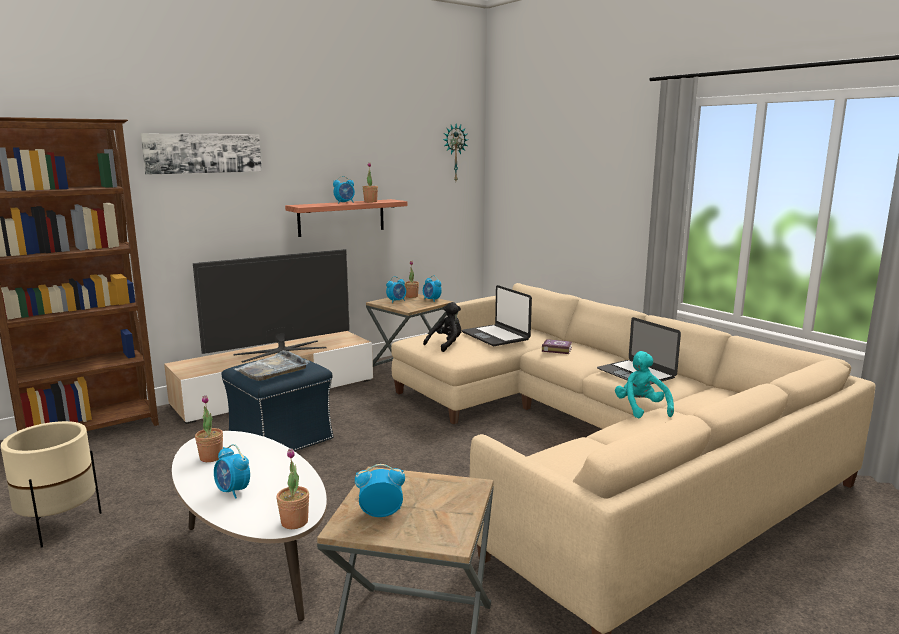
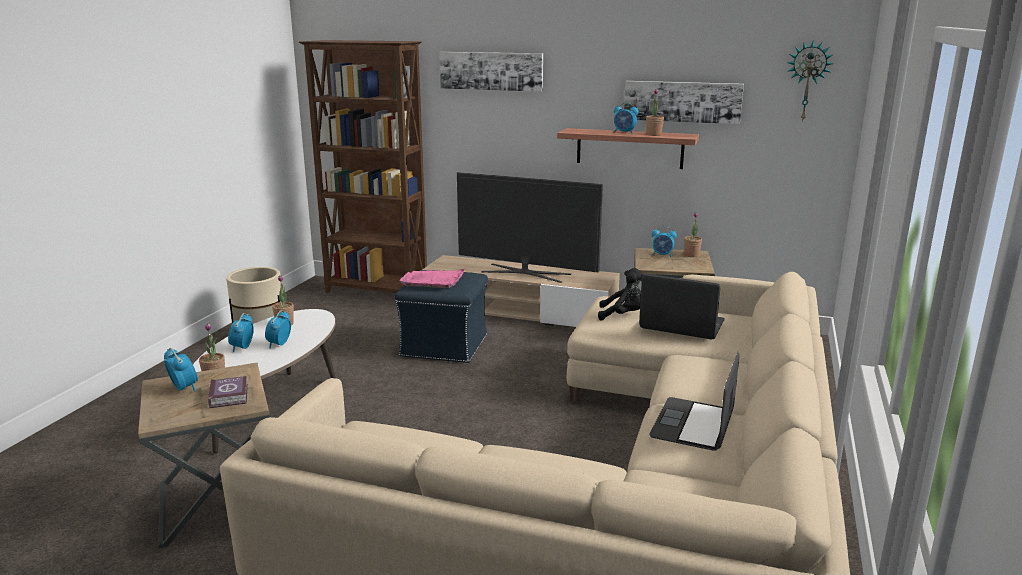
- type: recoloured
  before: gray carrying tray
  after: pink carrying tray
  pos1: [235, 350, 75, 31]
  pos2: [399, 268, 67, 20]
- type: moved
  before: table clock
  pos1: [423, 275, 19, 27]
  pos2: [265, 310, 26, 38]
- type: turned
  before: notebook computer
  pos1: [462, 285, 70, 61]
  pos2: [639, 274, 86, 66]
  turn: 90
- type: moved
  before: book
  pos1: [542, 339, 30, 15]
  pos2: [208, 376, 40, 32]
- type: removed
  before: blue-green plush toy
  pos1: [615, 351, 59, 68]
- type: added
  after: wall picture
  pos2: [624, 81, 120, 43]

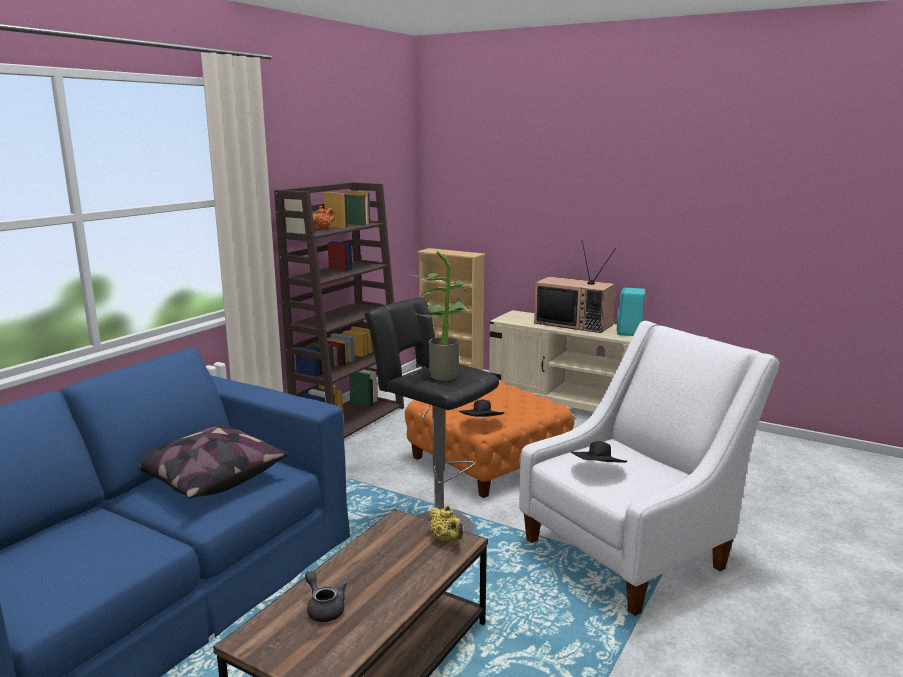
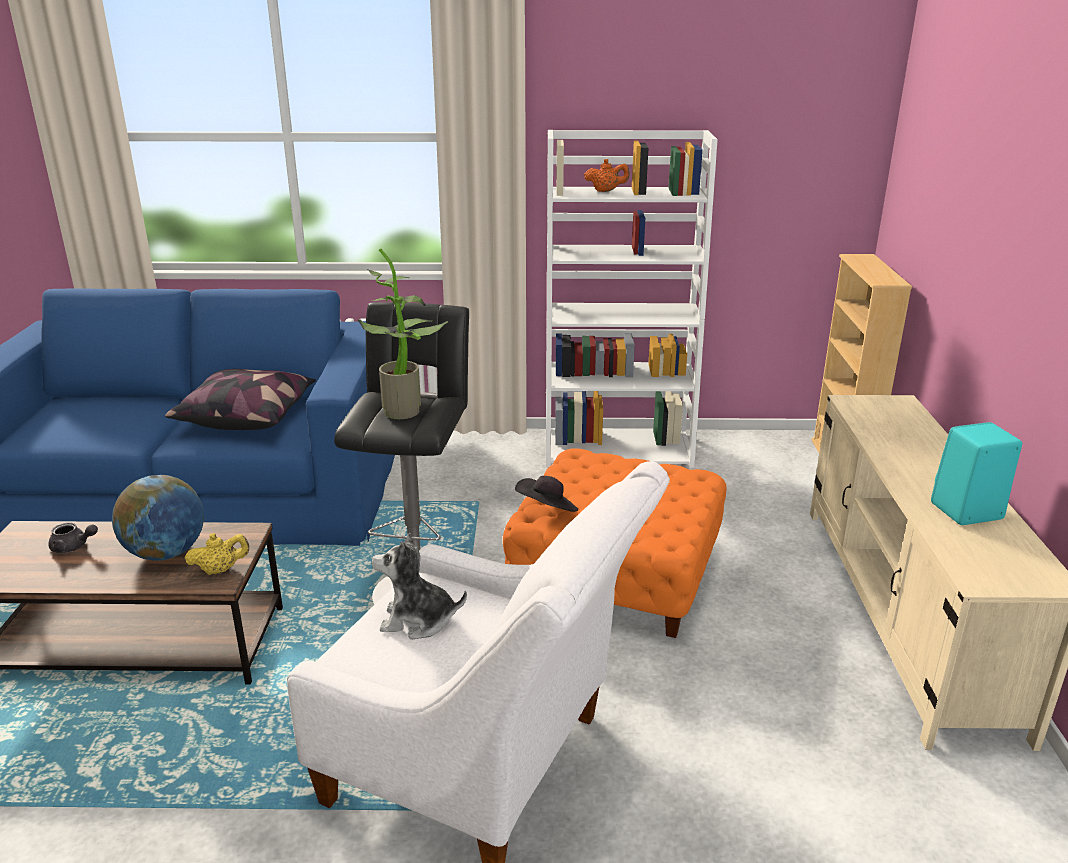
- type: recoloured
  before: brown-coloured bookcase
  after: white-coloured bookcase
  pos1: [274, 182, 130, 257]
  pos2: [546, 130, 172, 338]
- type: turned
  before: gray pot for tea
  pos1: [305, 571, 42, 51]
  pos2: [48, 523, 50, 30]
  turn: 75
- type: turned
  before: yellowish pot for tea
  pos1: [429, 505, 34, 37]
  pos2: [185, 533, 64, 42]
  turn: -135
- type: removed
  before: TV set
  pos1: [534, 241, 82, 92]
- type: replaced
  before: blackish wearable hat
  after: plush toy
  pos1: [571, 441, 56, 22]
  pos2: [372, 533, 95, 106]
- type: added
  after: desk globe
  pos2: [112, 475, 92, 86]

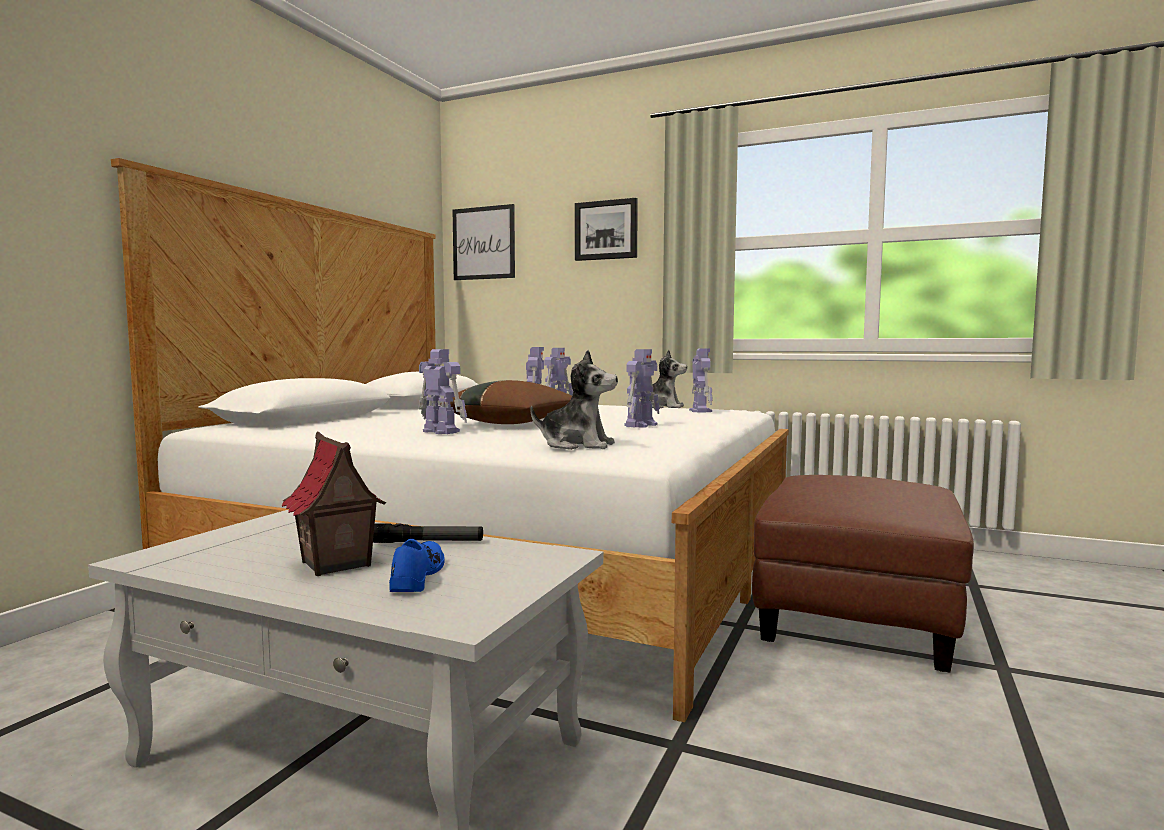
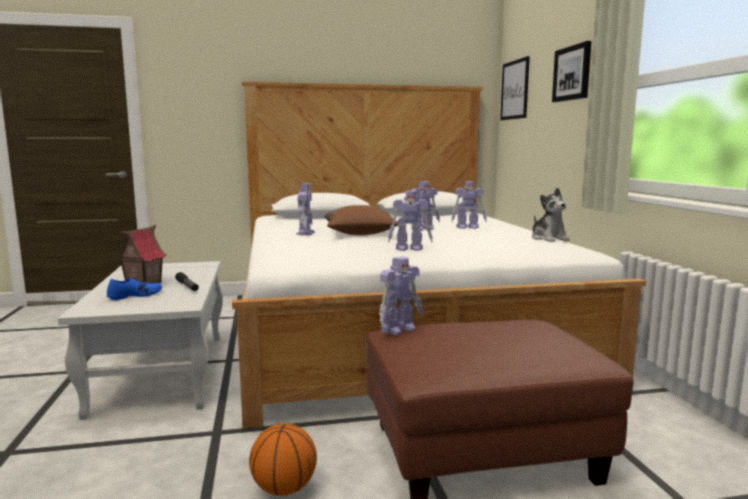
- type: removed
  before: plush toy
  pos1: [530, 350, 88, 100]
- type: moved
  before: toy robot
  pos1: [689, 349, 23, 64]
  pos2: [379, 256, 44, 79]
- type: added
  after: ball for basketball
  pos2: [249, 423, 68, 73]

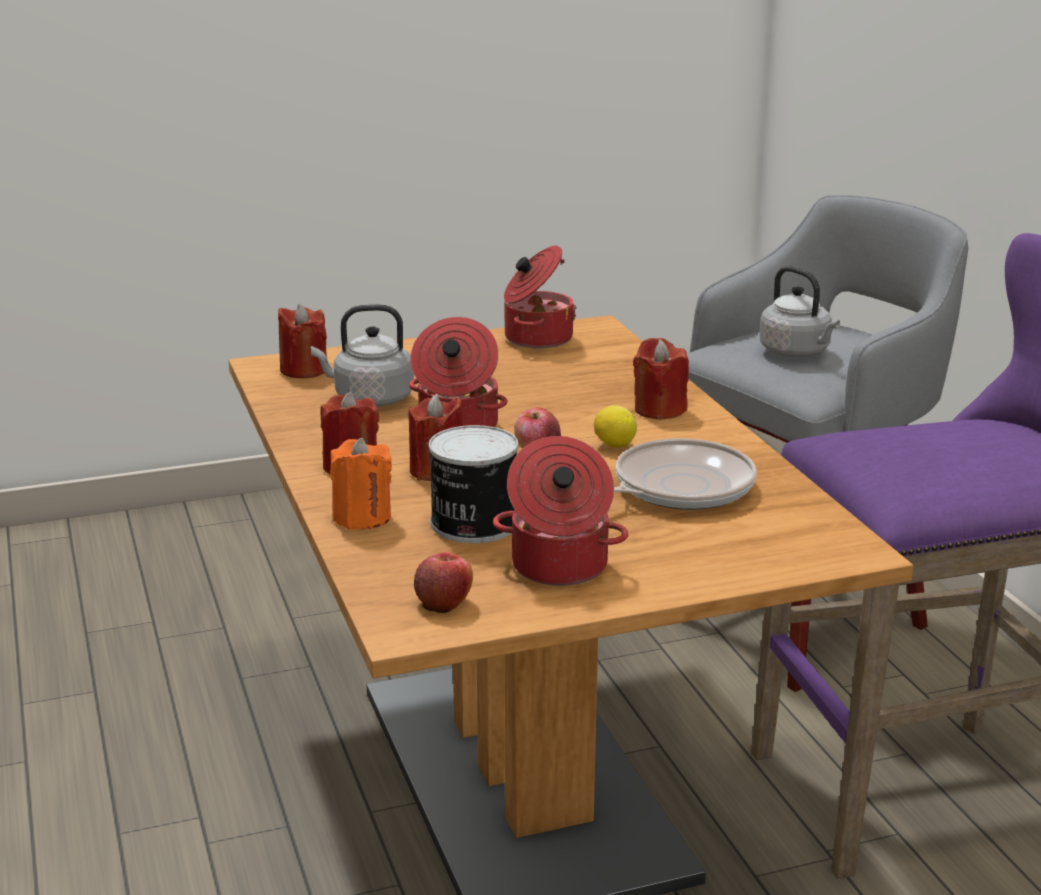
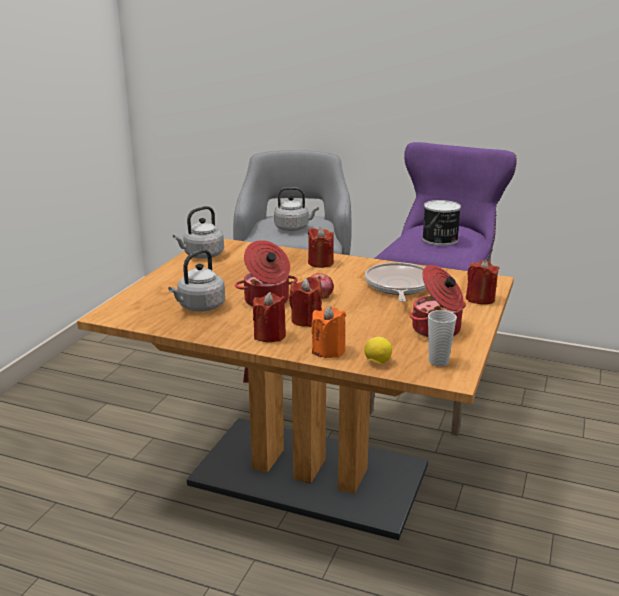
- type: moved
  before: reddish wax light
  pos1: [278, 304, 49, 74]
  pos2: [466, 260, 33, 45]
- type: replaced
  before: whole apple
  after: cup
  pos1: [414, 552, 59, 61]
  pos2: [428, 310, 29, 56]
- type: moved
  before: sealed can
  pos1: [429, 425, 89, 118]
  pos2: [422, 200, 39, 46]
- type: replaced
  before: cooking pot
  after: gray kettle
  pos1: [504, 246, 73, 103]
  pos2: [173, 206, 51, 53]
- type: moved
  before: lemon
  pos1: [594, 405, 43, 43]
  pos2: [364, 337, 28, 27]

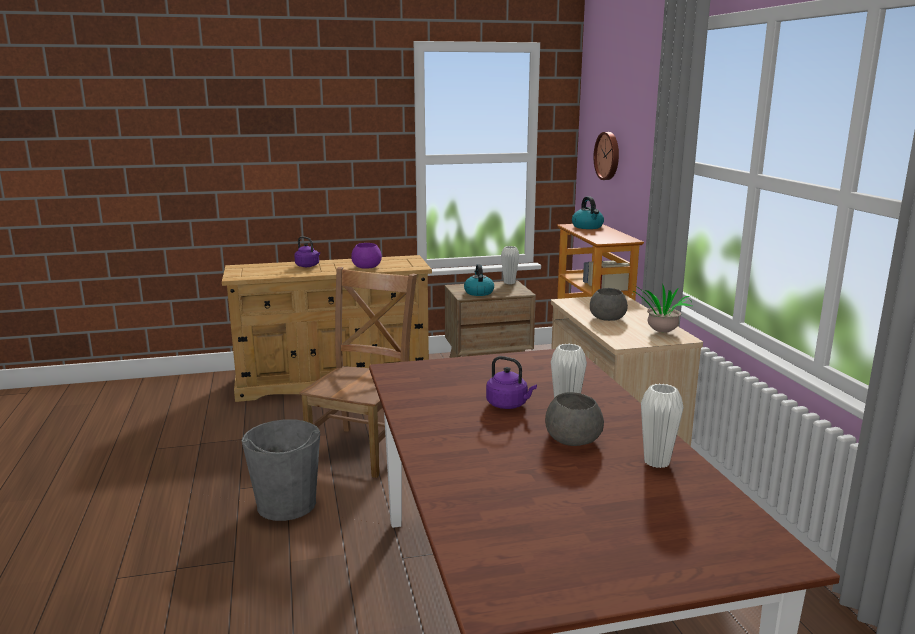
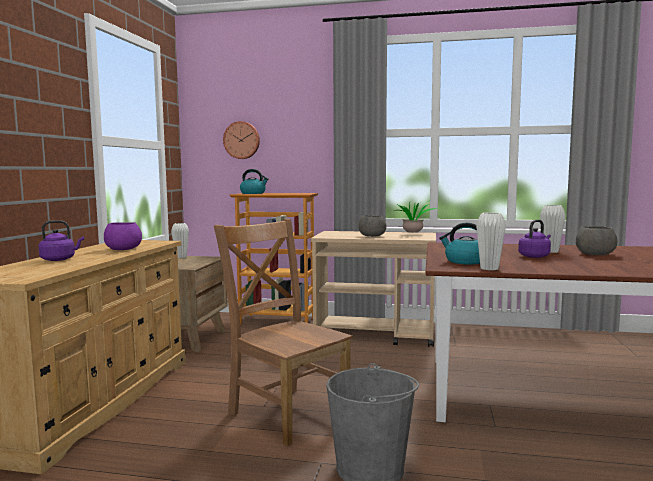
- type: moved
  before: kettle
  pos1: [464, 264, 30, 32]
  pos2: [439, 223, 41, 41]
- type: moved
  before: white-coloured flower vase
  pos1: [641, 384, 43, 84]
  pos2: [476, 212, 30, 58]

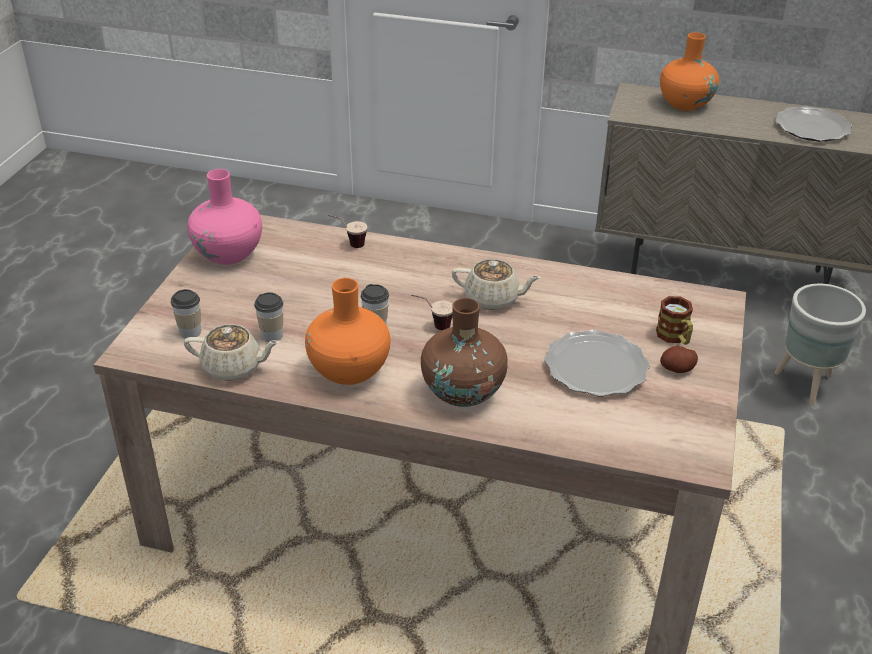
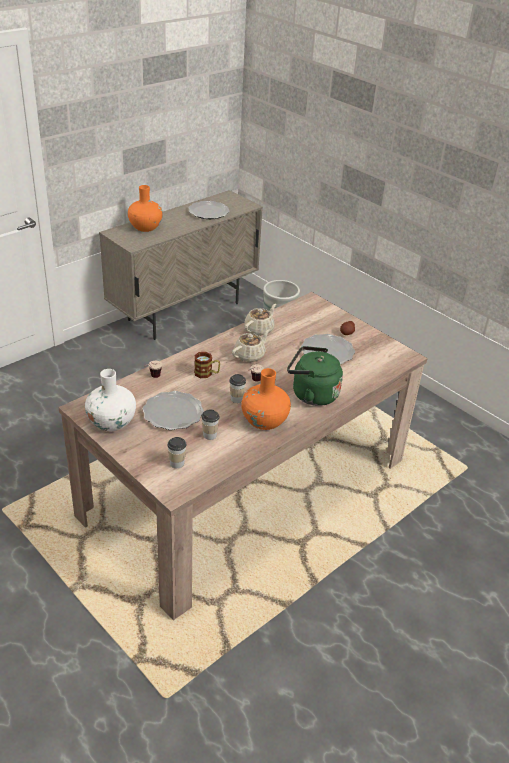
- type: moved
  before: beige pot for tea
  pos1: [184, 324, 95, 57]
  pos2: [244, 304, 32, 32]
- type: recoloured
  before: pink flower vase
  after: white-coloured flower vase
  pos1: [187, 169, 75, 96]
  pos2: [85, 369, 51, 62]
- type: replaced
  before: brown-coloured flower vase
  after: green kettle
  pos1: [421, 298, 87, 109]
  pos2: [287, 346, 56, 60]
- type: moved
  before: mug
  pos1: [656, 296, 37, 49]
  pos2: [194, 352, 26, 26]
- type: added
  after: flat dish
  pos2: [142, 391, 62, 39]

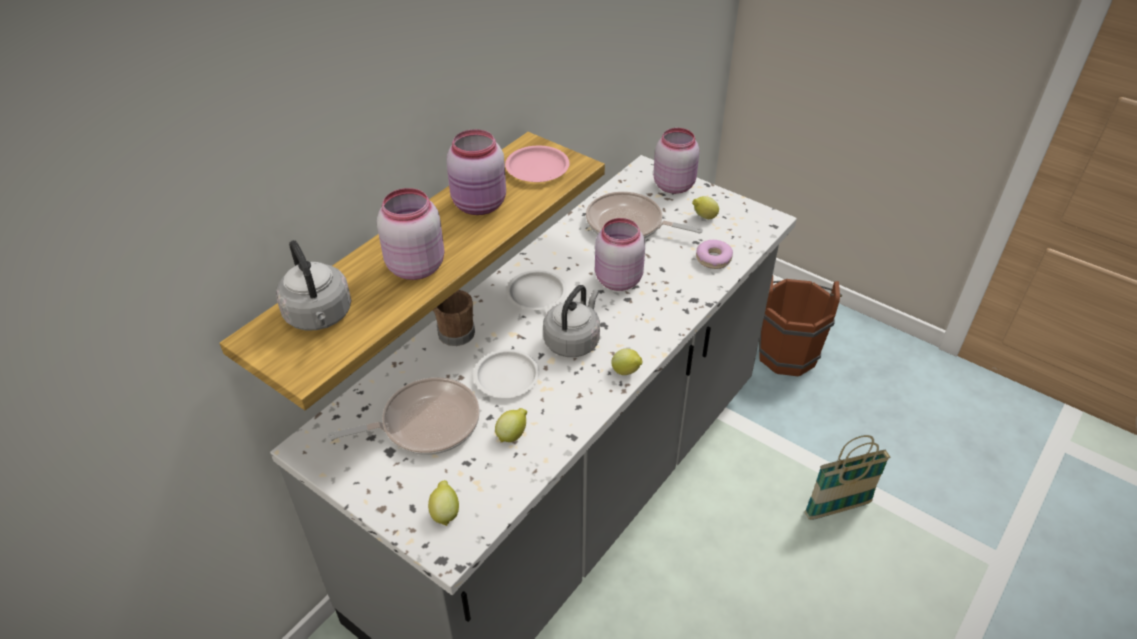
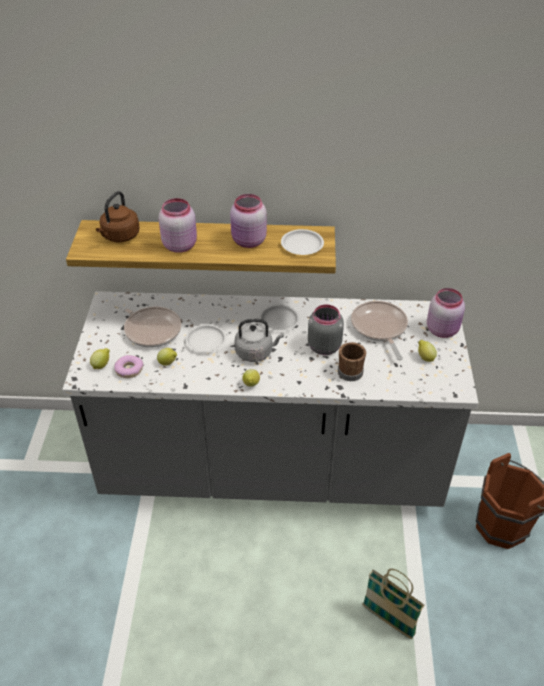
- type: recoloured
  before: gray kettle
  after: brown-coloured kettle
  pos1: [276, 240, 75, 91]
  pos2: [96, 191, 44, 51]
- type: moved
  before: brown-coloured mug
  pos1: [433, 290, 42, 56]
  pos2: [338, 342, 28, 39]
- type: recoloured
  before: pink flat dish
  after: white-coloured flat dish
  pos1: [505, 146, 65, 36]
  pos2: [281, 229, 43, 26]
- type: recoloured
  before: pink preserve jar
  after: gray preserve jar
  pos1: [595, 218, 50, 73]
  pos2: [308, 305, 36, 50]
- type: moved
  before: ring doughnut
  pos1: [696, 240, 37, 29]
  pos2: [114, 355, 30, 23]

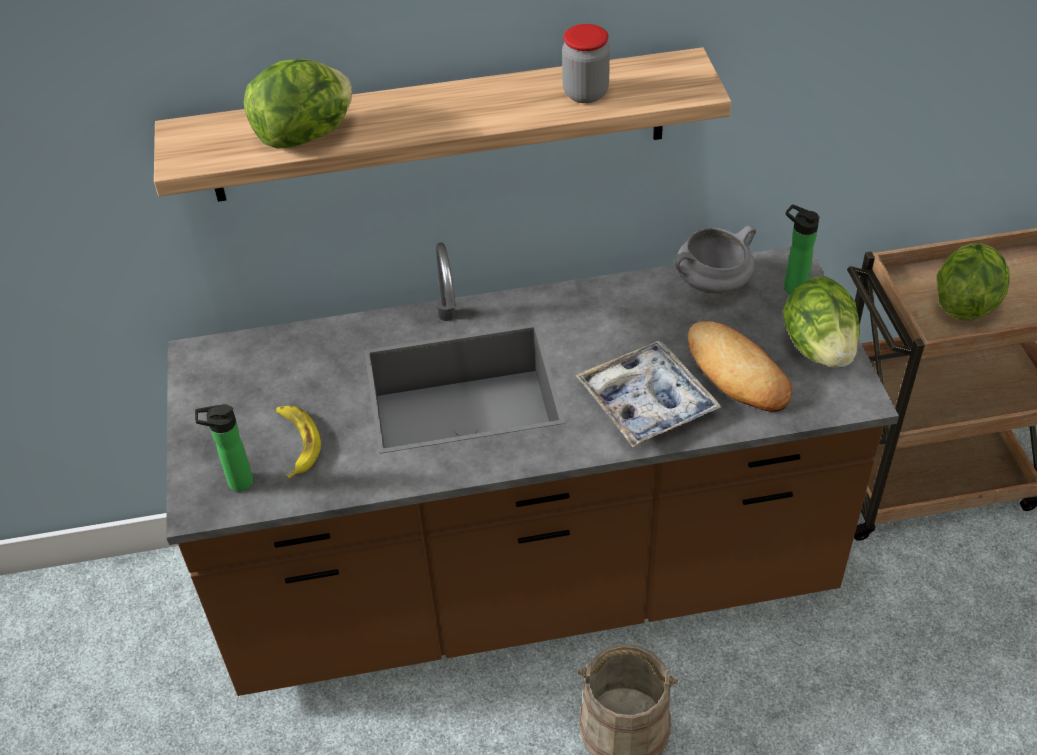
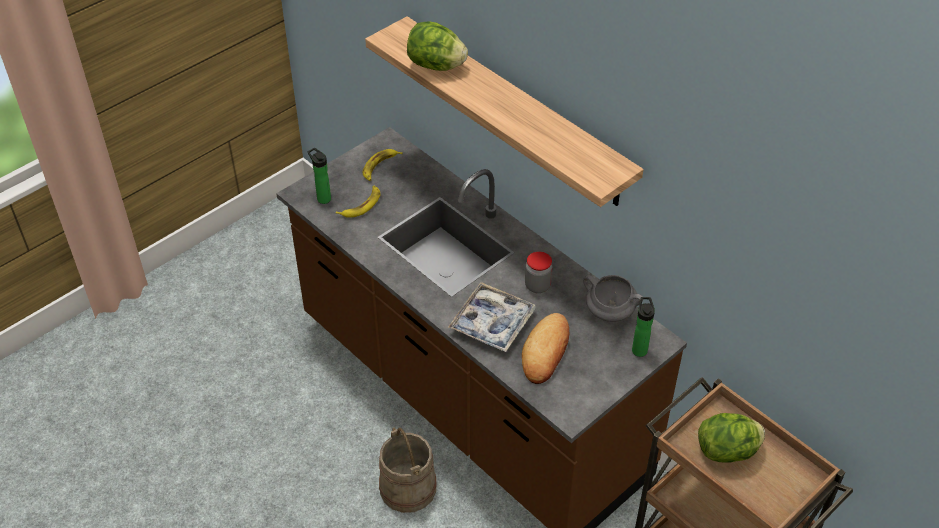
- type: moved
  before: preserve jar
  pos1: [562, 24, 48, 79]
  pos2: [525, 251, 27, 42]
- type: removed
  before: head of lettuce
  pos1: [783, 277, 77, 91]
- type: added
  after: banana
  pos2: [363, 149, 40, 32]

